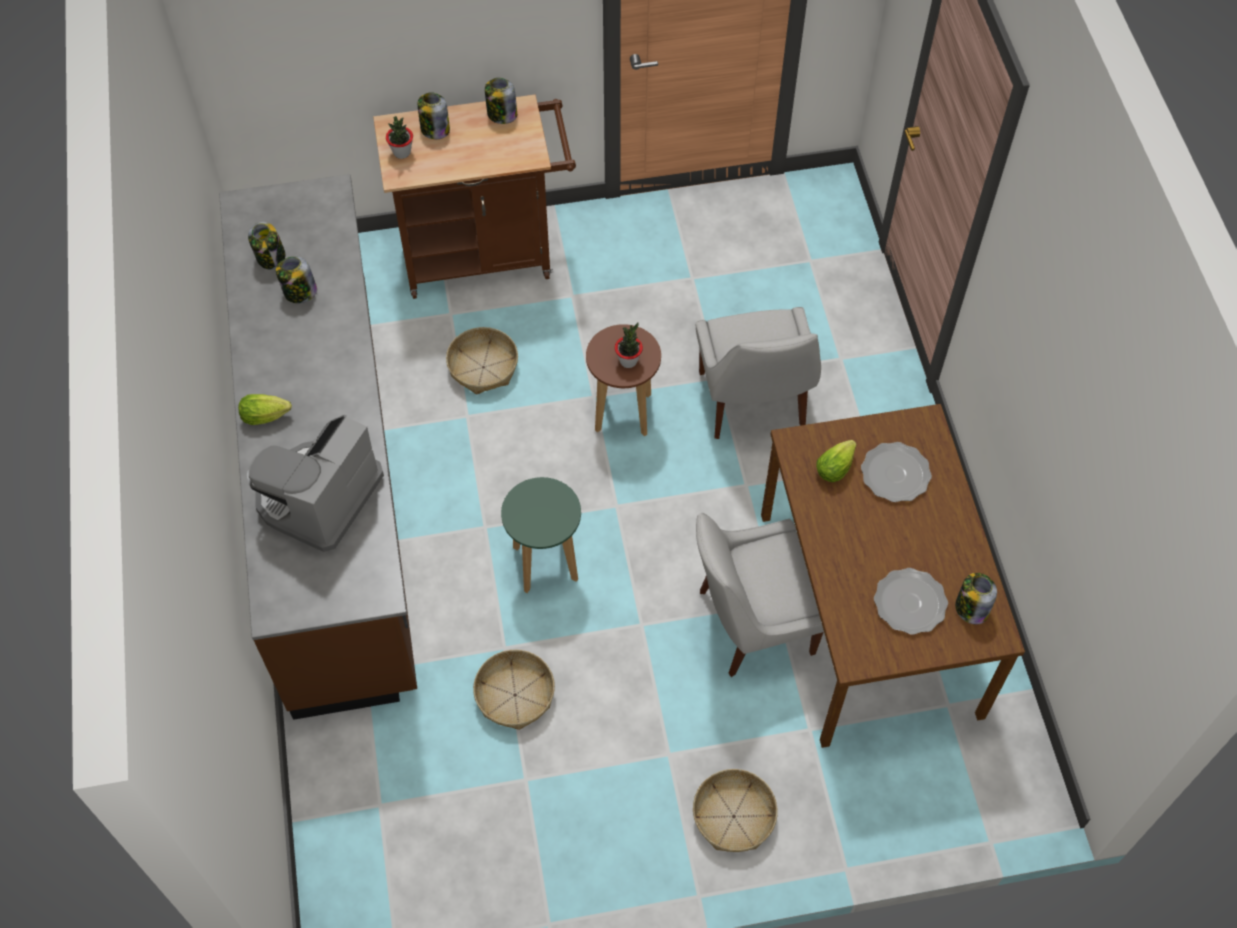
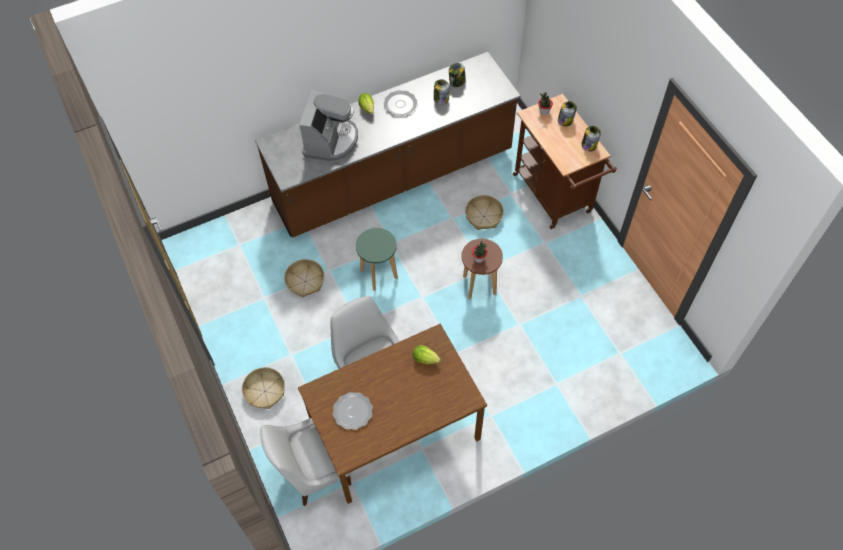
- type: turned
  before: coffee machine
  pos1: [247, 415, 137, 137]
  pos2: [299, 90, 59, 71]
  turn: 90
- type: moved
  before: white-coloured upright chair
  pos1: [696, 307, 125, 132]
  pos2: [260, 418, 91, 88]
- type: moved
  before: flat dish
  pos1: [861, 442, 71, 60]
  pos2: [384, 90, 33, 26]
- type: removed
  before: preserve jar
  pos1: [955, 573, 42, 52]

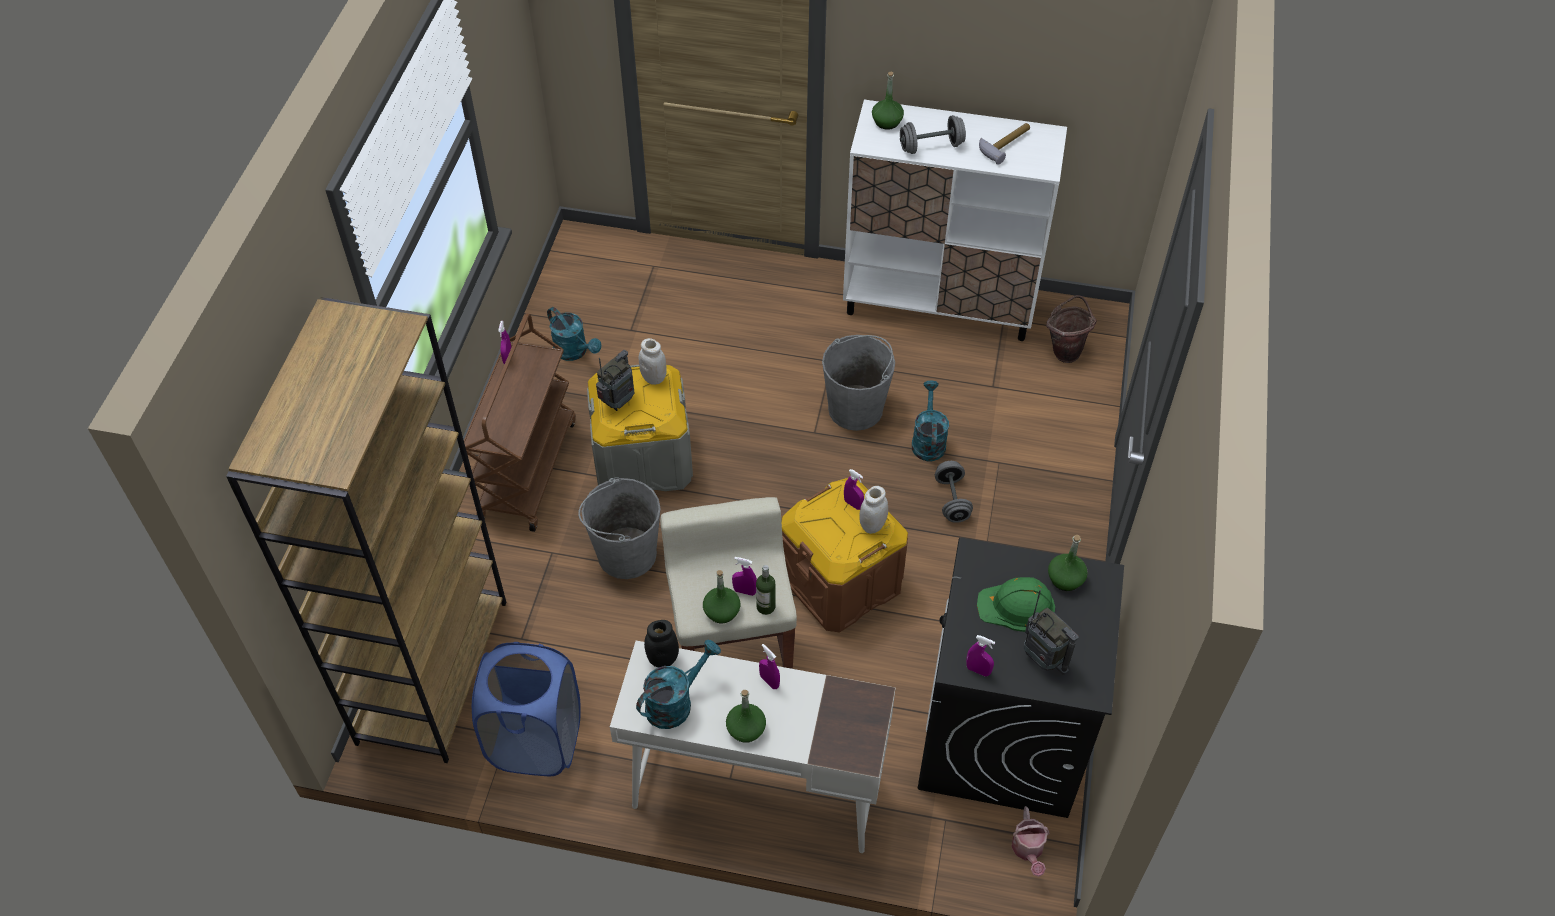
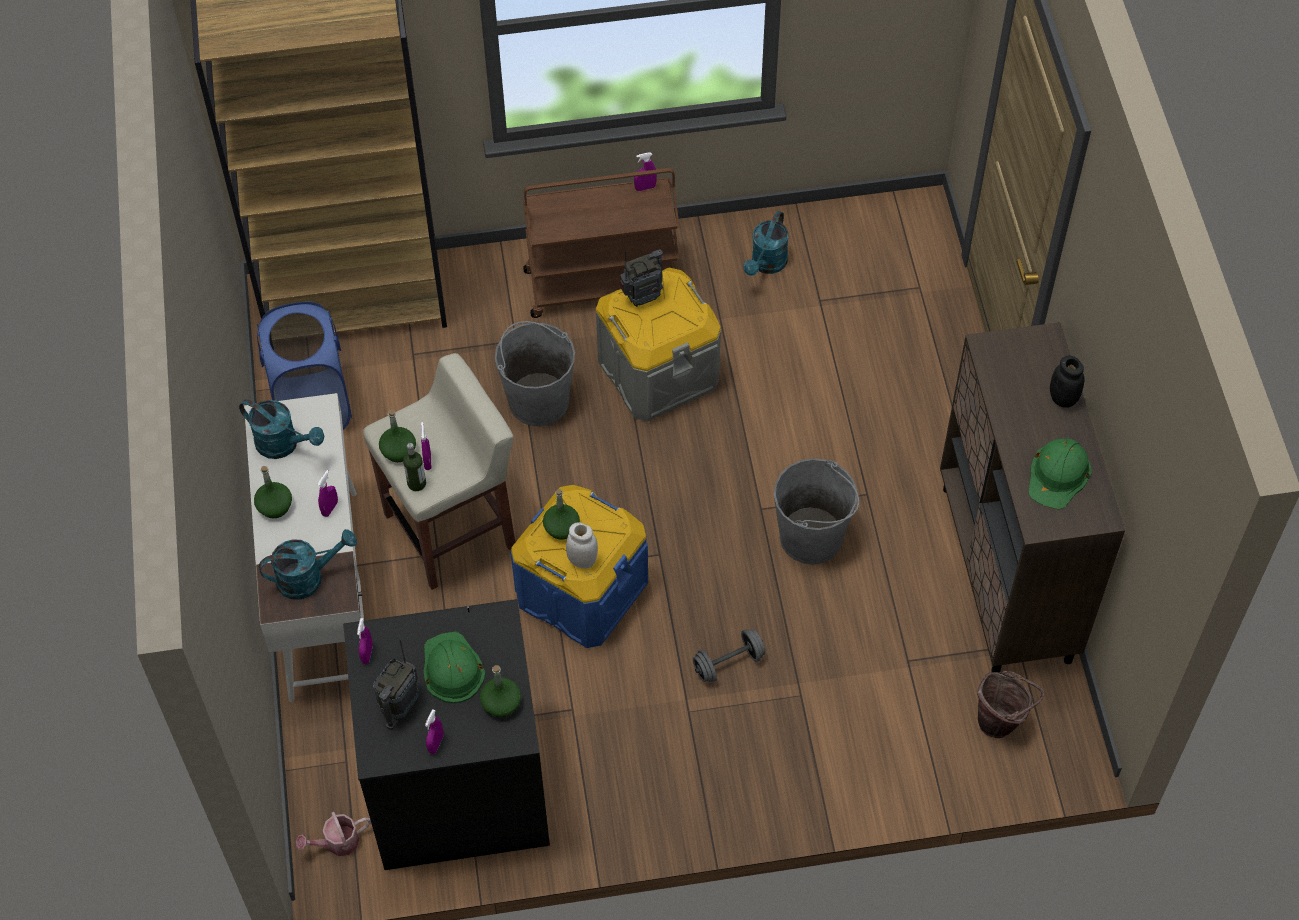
- type: turned
  before: radio set
  pos1: [596, 350, 38, 61]
  pos2: [620, 249, 43, 58]
  turn: -45
- type: removed
  before: white-coloured preserve jar
  pos1: [639, 338, 28, 47]
- type: moved
  before: blackish preserve jar
  pos1: [644, 620, 35, 47]
  pos2: [1050, 355, 35, 53]
- type: recoloured
  before: brown-coloured storage bin
  after: bluish storage bin
  pos1: [782, 478, 126, 154]
  pos2: [511, 485, 137, 163]
- type: recoloured
  before: white-coloured storage cabinet
  after: brown-coloured storage cabinet
  pos1: [843, 100, 224, 241]
  pos2: [940, 322, 185, 351]
- type: moved
  before: purple-coloured hand sprayer
  pos1: [844, 469, 20, 41]
  pos2: [425, 709, 18, 45]
- type: moved
  before: green bottle
  pos1: [872, 71, 32, 59]
  pos2: [543, 489, 37, 51]
- type: removed
  before: gray free weight
  pos1: [900, 115, 66, 39]
- type: moved
  before: blue-green watering can
  pos1: [912, 381, 37, 81]
  pos2: [259, 529, 98, 71]
- type: replaced
  before: tool hammer
  after: green work helmet
  pos1: [979, 123, 51, 42]
  pos2: [1028, 438, 64, 72]

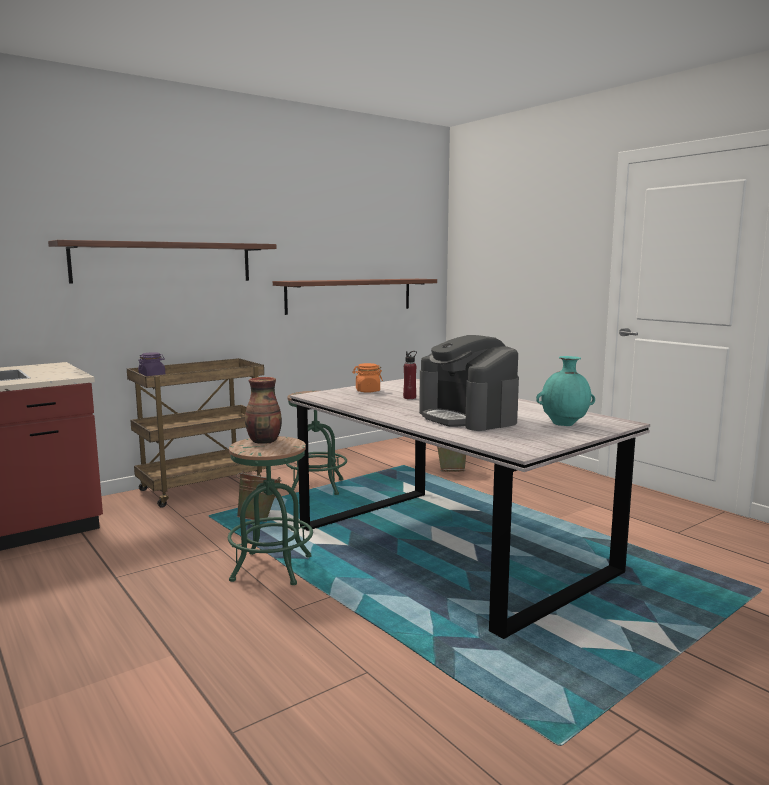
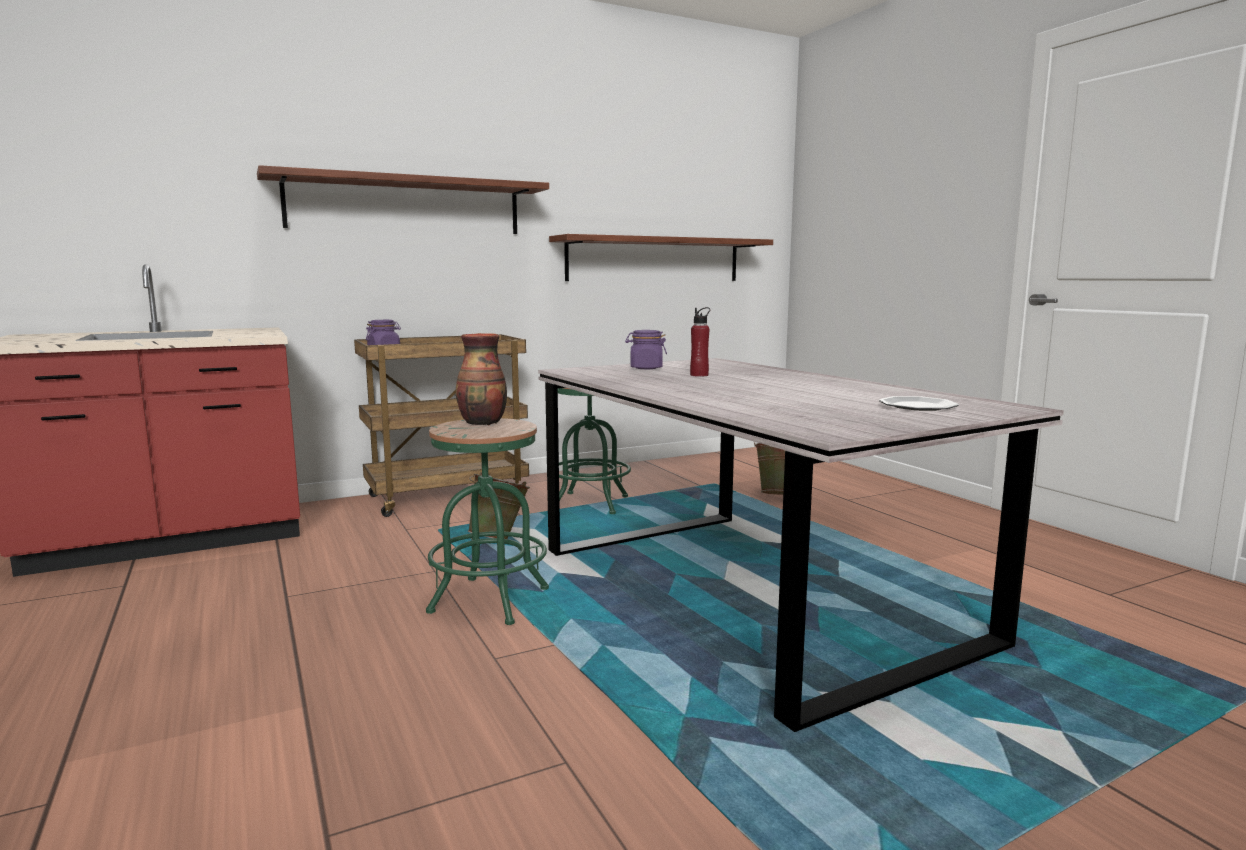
- type: recoloured
  before: orangey preserve jar
  after: purple-coloured preserve jar
  pos1: [352, 363, 31, 30]
  pos2: [625, 330, 42, 39]
- type: removed
  before: coffee machine
  pos1: [419, 335, 100, 96]
- type: replaced
  before: blue-green flower vase
  after: flat dish
  pos1: [536, 356, 59, 70]
  pos2: [879, 396, 80, 15]

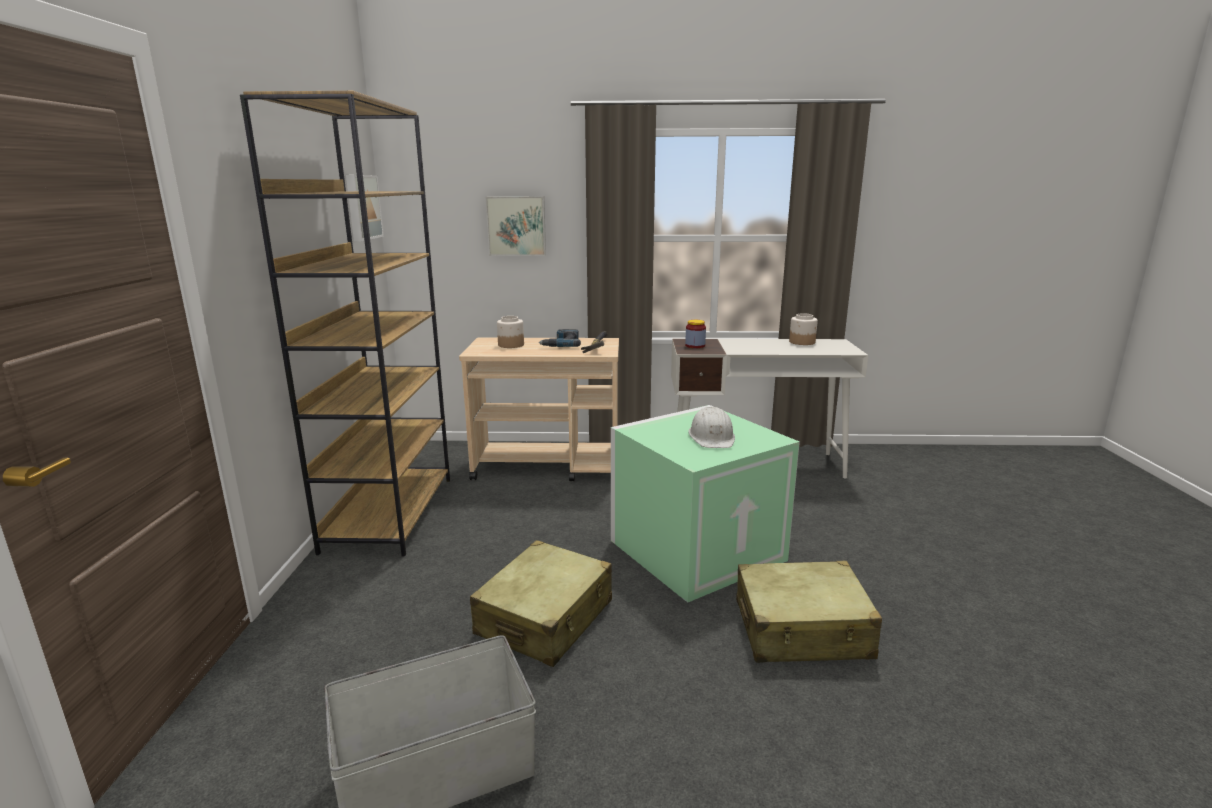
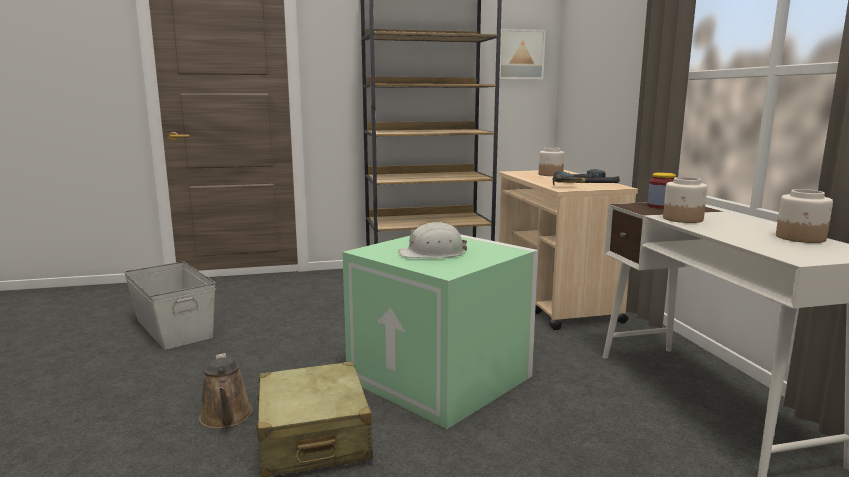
- type: removed
  before: beige suitcase
  pos1: [470, 540, 142, 127]
- type: removed
  before: wall picture
  pos1: [486, 196, 60, 60]
- type: added
  after: brown-coloured watering can
  pos2: [199, 353, 54, 76]
- type: added
  after: preserve jar
  pos2: [663, 177, 44, 46]

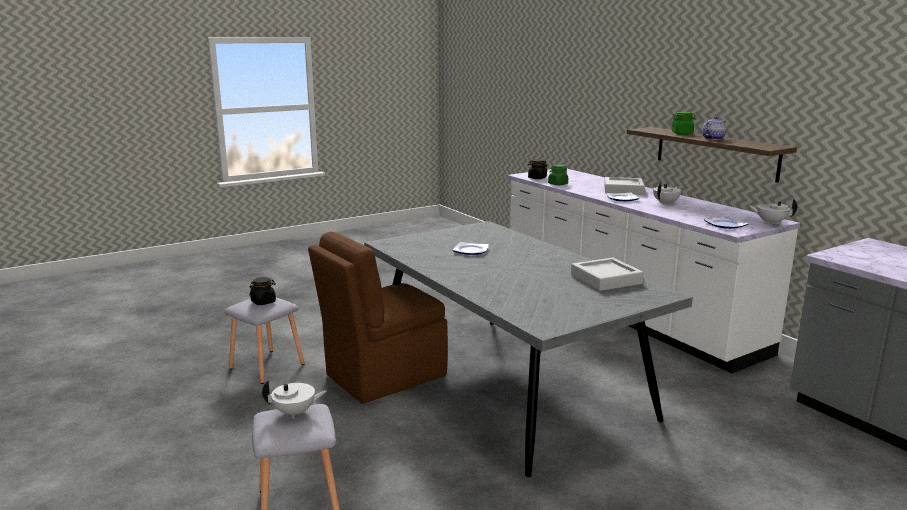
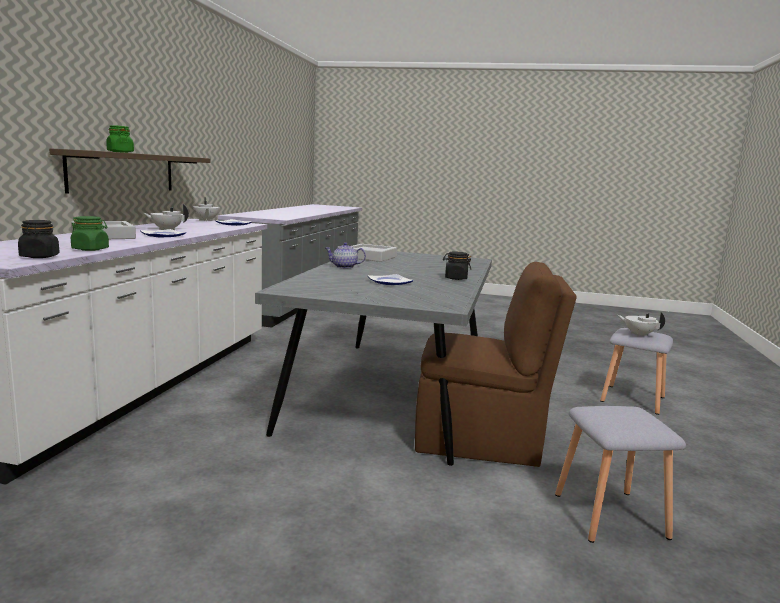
- type: moved
  before: blackish preserve jar
  pos1: [249, 277, 27, 28]
  pos2: [443, 252, 28, 28]
- type: moved
  before: pot for tea
  pos1: [702, 116, 24, 24]
  pos2: [325, 242, 41, 26]

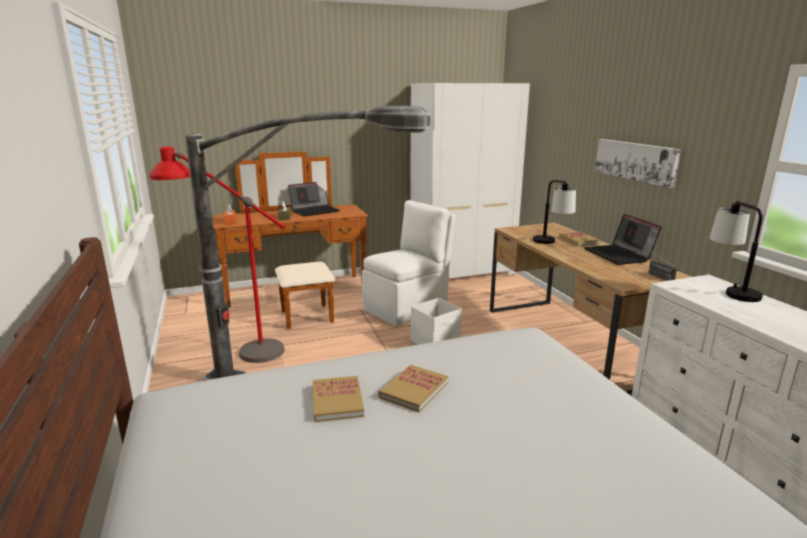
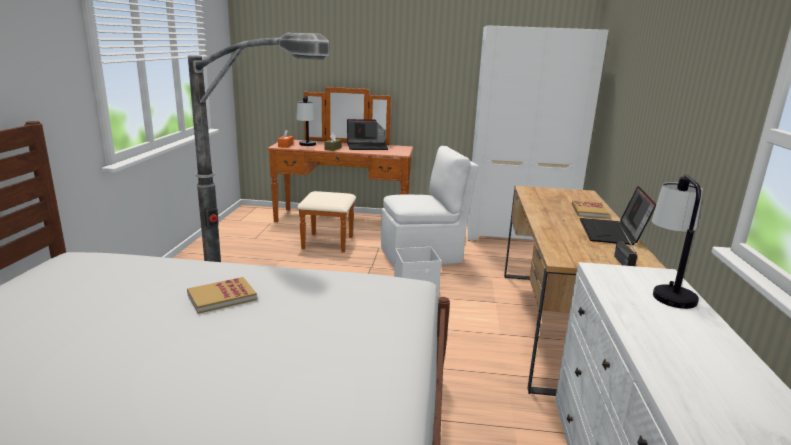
- type: removed
  before: reddish standard lamp
  pos1: [149, 146, 137, 217]
- type: removed
  before: book
  pos1: [312, 376, 52, 46]
- type: moved
  before: lamp for a table
  pos1: [533, 180, 43, 64]
  pos2: [296, 96, 20, 50]
- type: removed
  before: wall picture
  pos1: [595, 139, 86, 49]

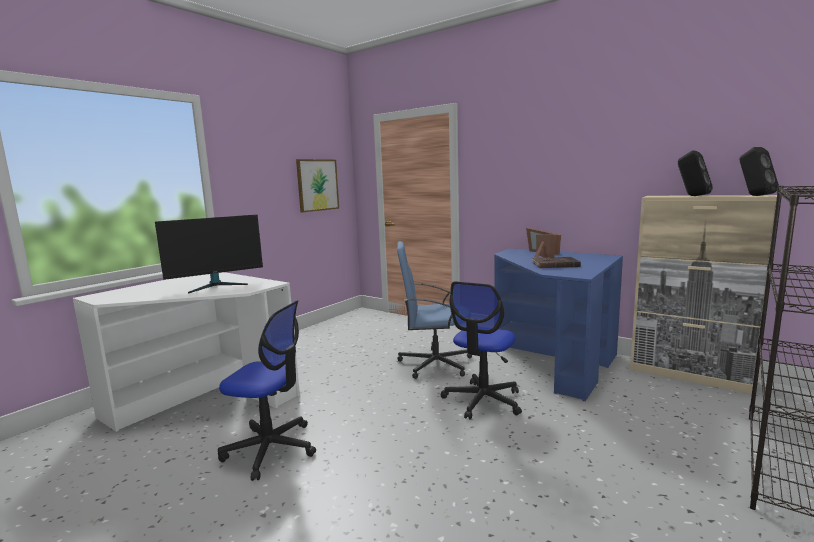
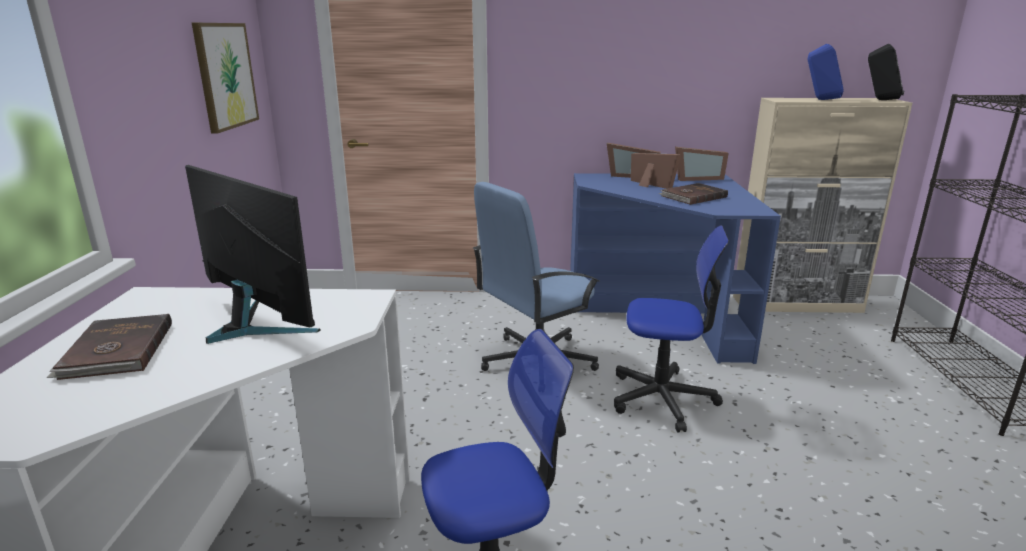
- type: turned
  before: computer screen
  pos1: [155, 215, 108, 78]
  pos2: [185, 165, 136, 179]
  turn: -75
- type: turned
  before: computer chair
  pos1: [441, 281, 81, 139]
  pos2: [614, 225, 115, 207]
  turn: -75
- type: recoloured
  before: blackish speaker
  after: bluish speaker
  pos1: [678, 150, 35, 46]
  pos2: [808, 44, 36, 56]
- type: added
  after: brown-coloured book
  pos2: [47, 314, 125, 66]
- type: added
  after: standing frame
  pos2: [675, 147, 54, 34]

